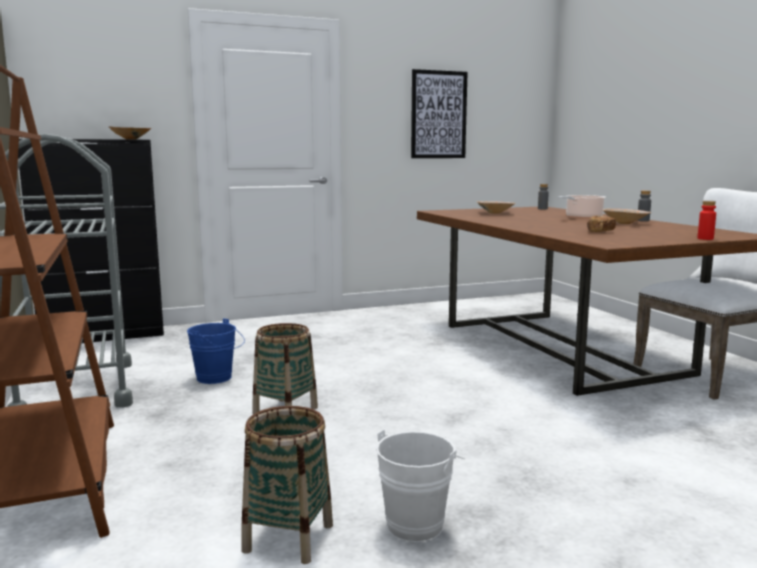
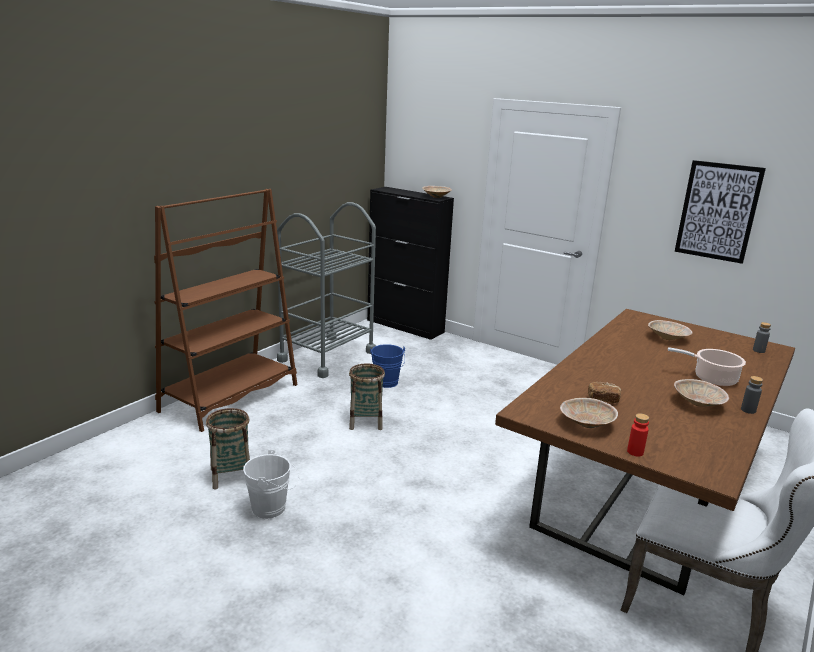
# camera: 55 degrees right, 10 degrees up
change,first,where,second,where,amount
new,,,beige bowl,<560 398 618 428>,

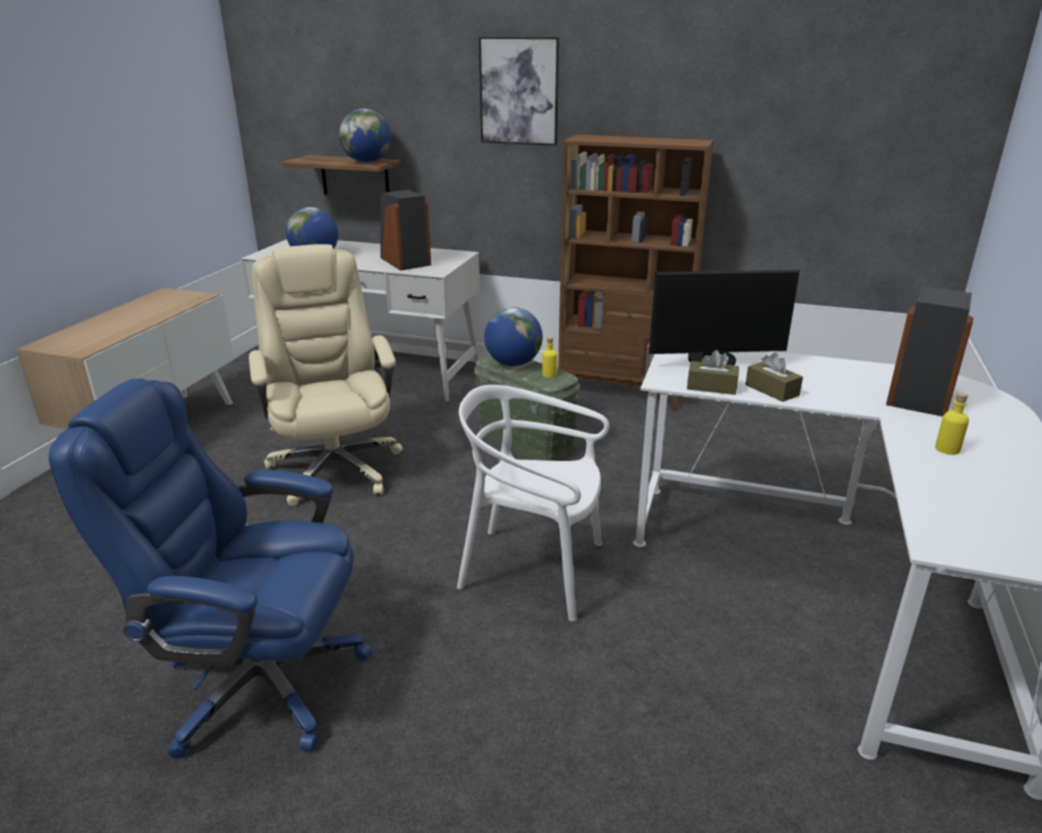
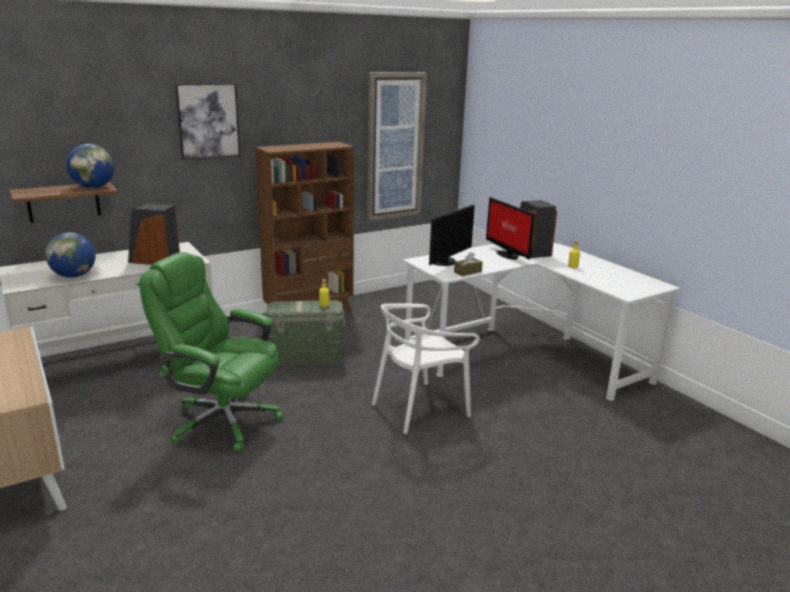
# camera: 50 degrees left, 5 degrees down
change,first,where,second,where,amount
gone,blue office chair,<48 378 373 758>,,,
gone,globe,<484 308 543 366>,,,
gone,brown tissue box,<745 352 803 402>,,,
new,,,picture,<367 72 427 221>,
new,,,monitor,<486 197 535 260>,
repainted,beige office chair,<249 244 403 506>,green office chair,<139 252 284 452>,

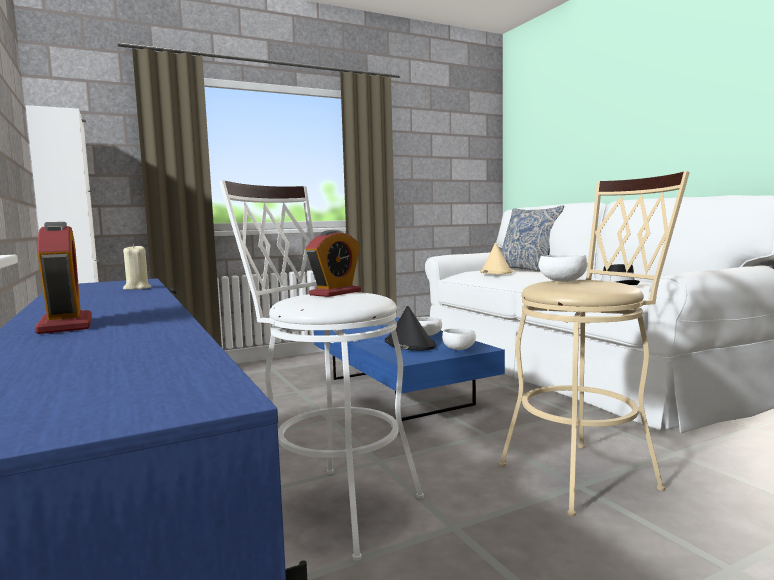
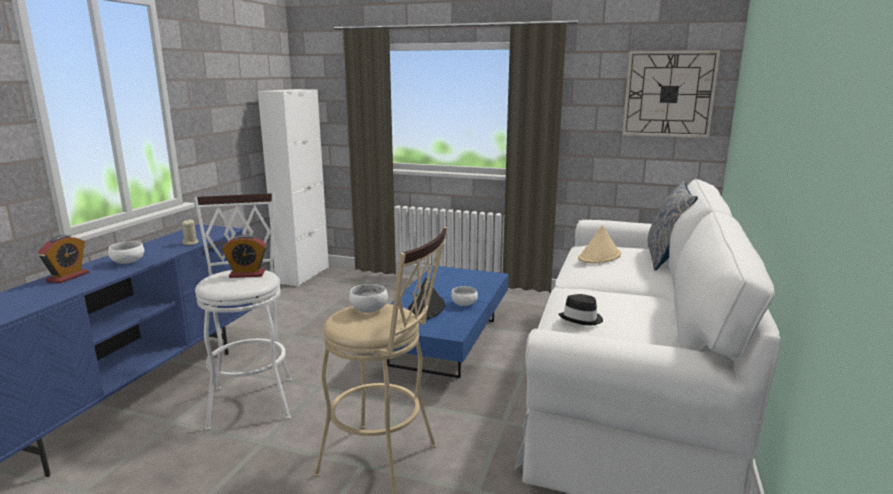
# camera: 45 degrees right, 10 degrees up
change,first,where,second,where,amount
new,,,wall clock,<622 50 721 138>,
shifted,white bowl,<442 328 476 350>,,<108 241 144 264>,

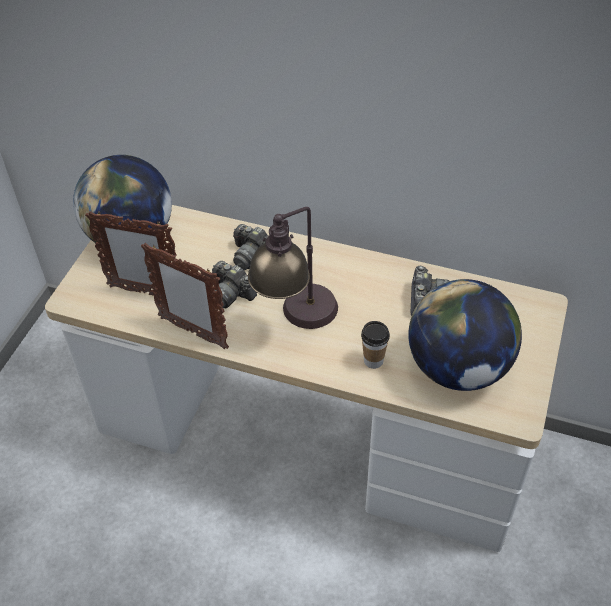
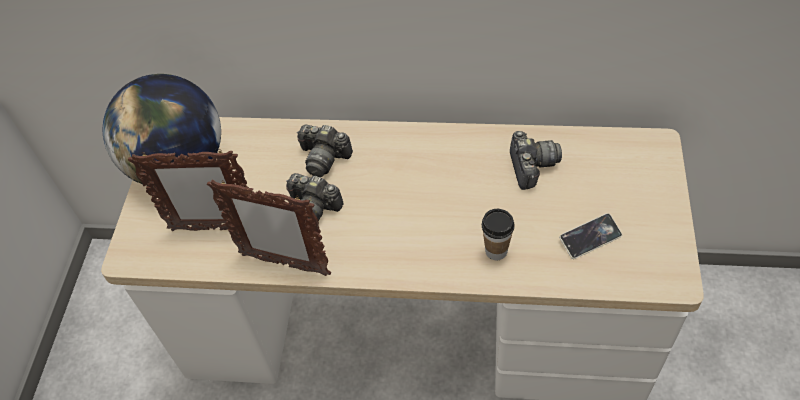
# camera: 10 degrees left, 5 degrees up
change,first,where,second,where,amount
gone,table lamp,<248 207 338 329>,,,
swapped,globe,<408 279 522 391>,phone,<559 213 622 259>,

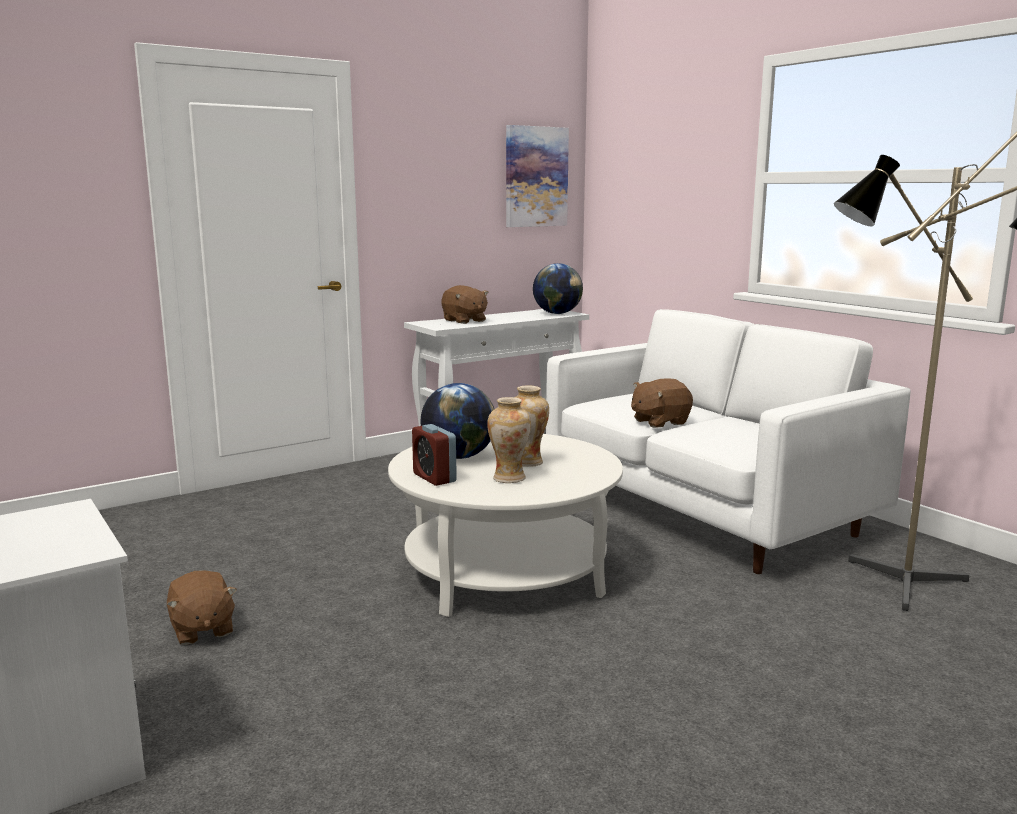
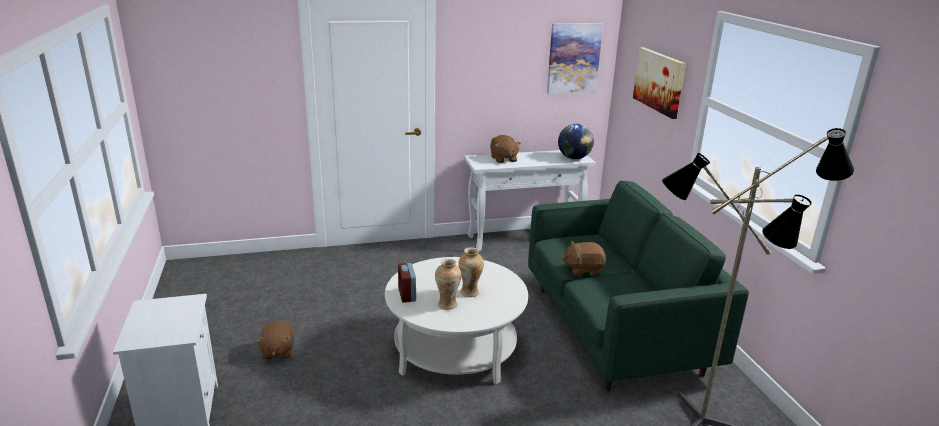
# camera: 20 degrees right, 10 degrees up
change,first,where,second,where,amount
gone,globe,<420 383 494 459>,,,
new,,,picture,<633 47 686 119>,
repainted,white sofa,<546 309 911 574>,green sofa,<528 181 749 391>,

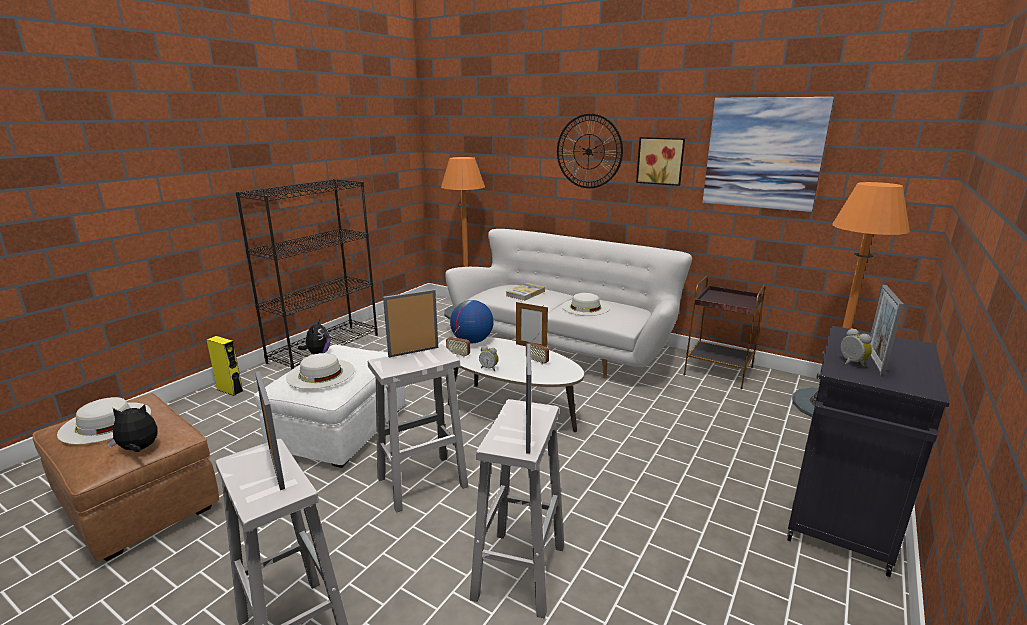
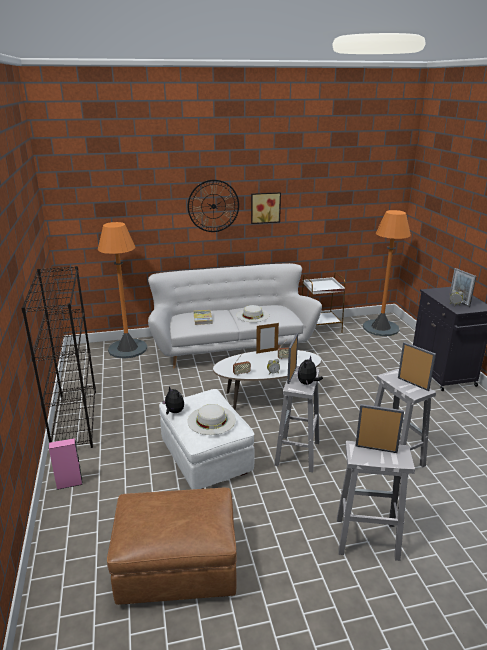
# camera: 45 degrees left, 5 degrees up
change,first,where,second,where,amount
gone,white hat,<57 397 151 444>,,,
gone,globe,<450 300 494 343>,,,
gone,picture,<703 97 834 212>,,,
shifted,plush toy,<106 404 157 452>,,<298 355 323 385>,
repainted,yellow speaker,<206 336 244 396>,pink speaker,<49 438 82 490>,
repainted,brown side table,<684 276 766 389>,white side table,<302 272 345 338>,

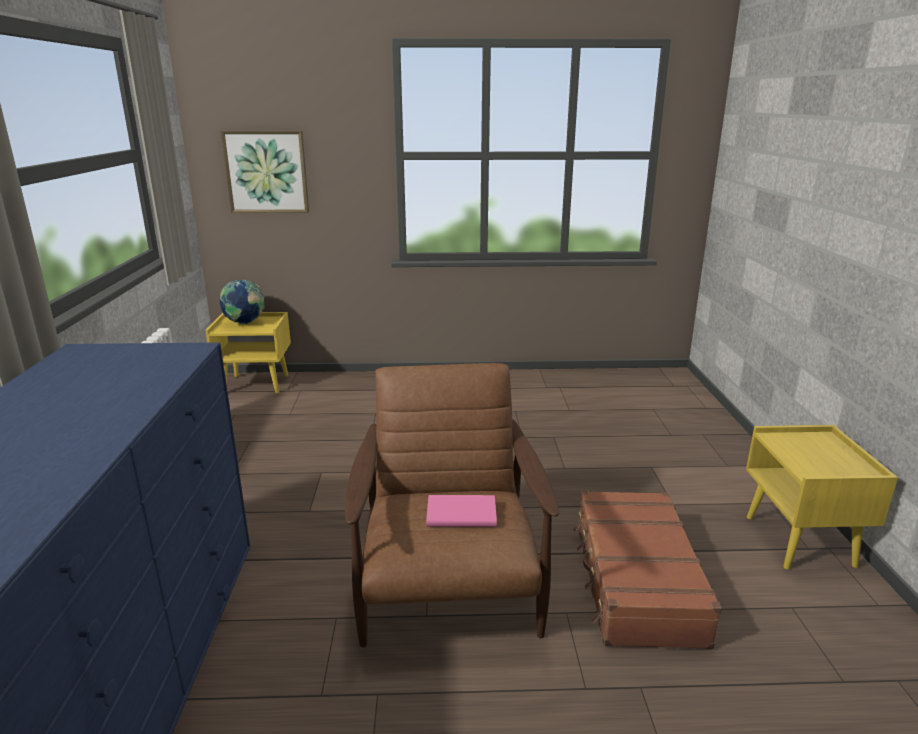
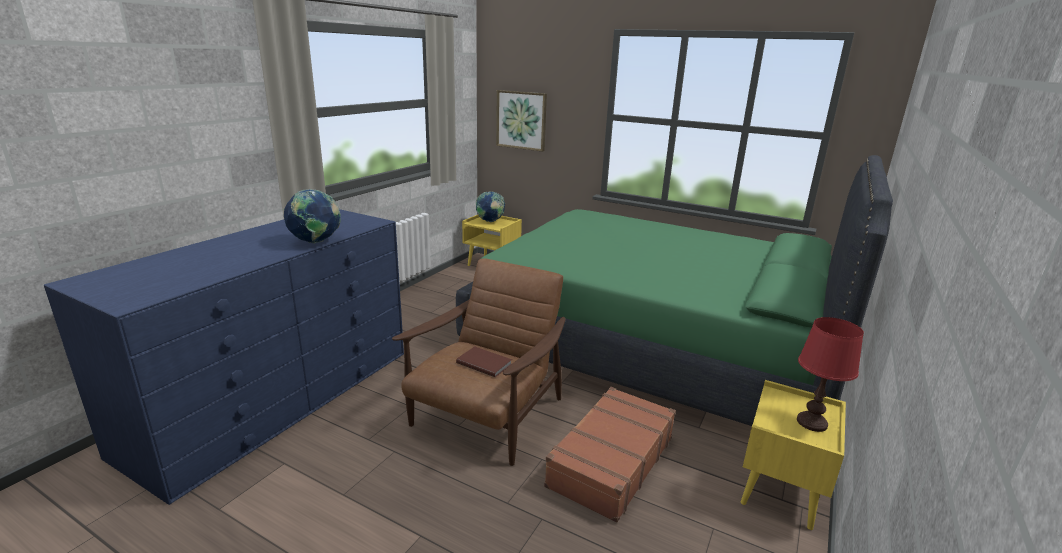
# camera: 30 degrees right, 0 degrees up
change,first,where,second,where,amount
new,,,globe,<283 189 341 243>,
new,,,green bed,<456 155 893 426>,
new,,,red table lamp,<797 317 864 432>,
repainted,pink book,<426 495 497 527>,brown book,<456 346 512 377>,

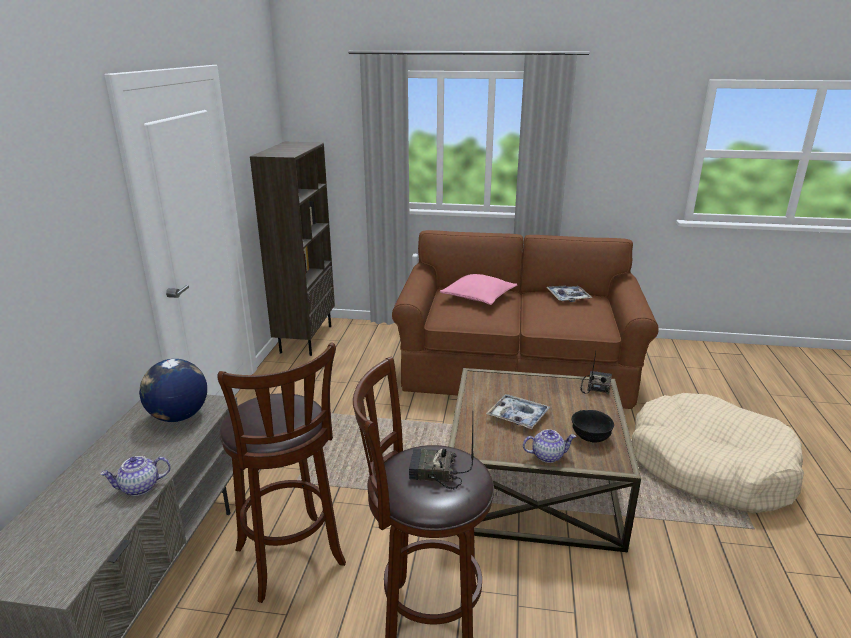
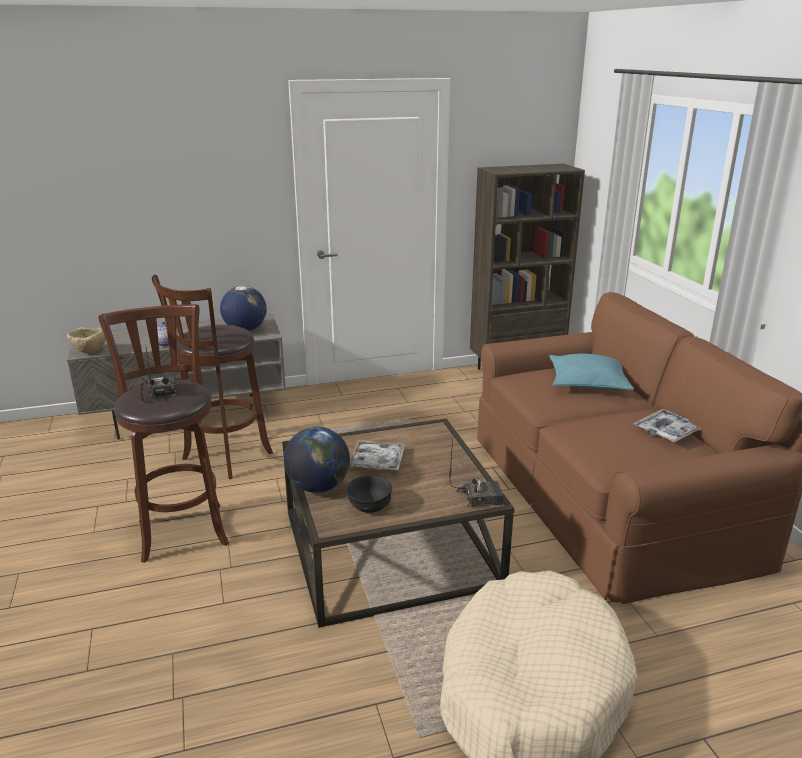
# camera: 65 degrees right, 0 degrees up
change,first,where,second,where,amount
new,,,beige bowl,<67 327 106 353>,
swapped,teapot,<523 429 576 463>,globe,<284 427 350 493>,
repainted,pink pillow,<440 274 517 305>,turquoise pillow,<550 354 634 390>,

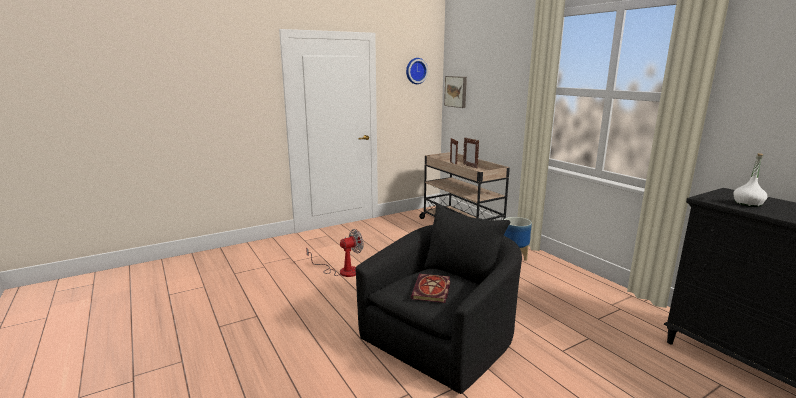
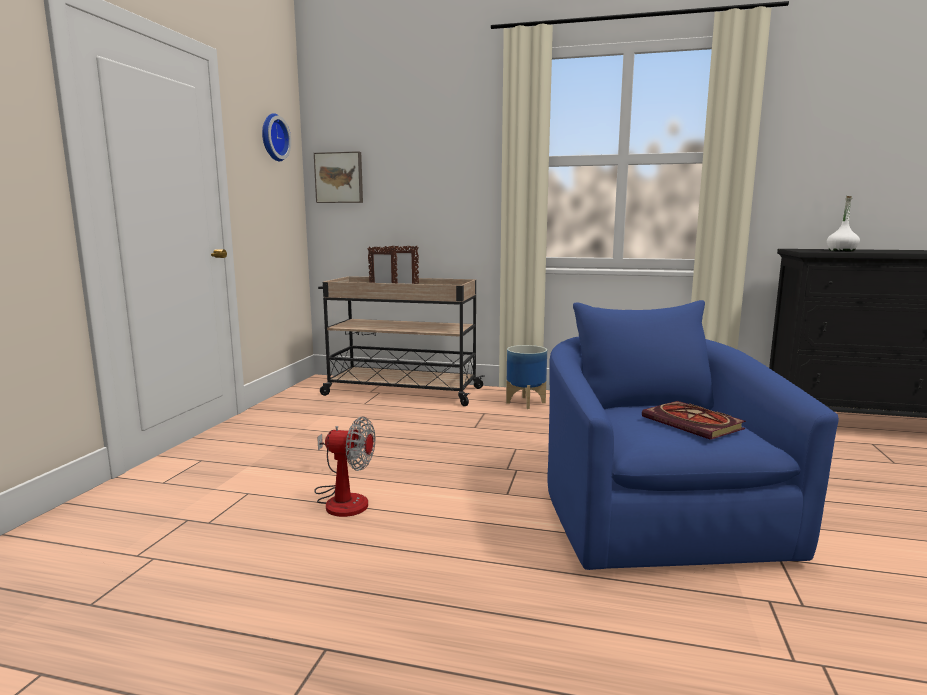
# camera: 45 degrees left, 5 degrees down
change,first,where,second,where,amount
repainted,black armchair,<355 204 522 394>,blue armchair,<547 300 839 570>,
rotated,fan,<306 229 364 277>,,<314 416 375 517>,90 degrees clockwise

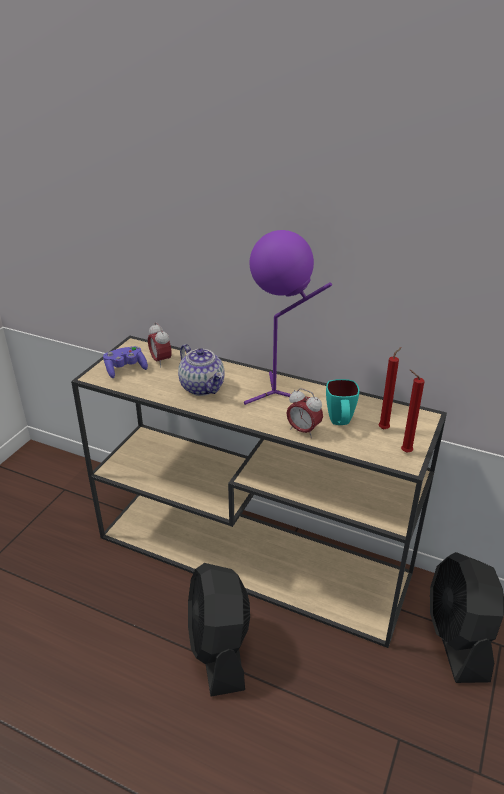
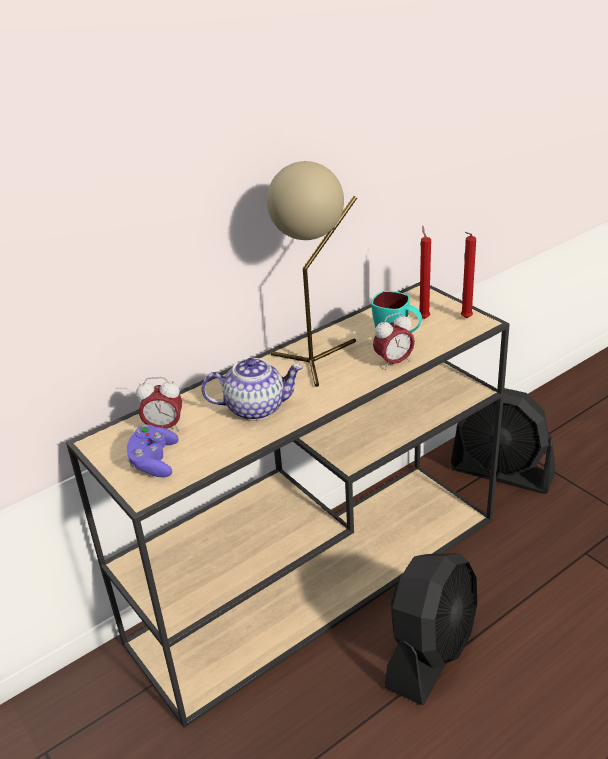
# camera: 60 degrees left, 0 degrees up
change,first,where,second,where,amount
repainted,purple table lamp,<244 230 332 405>,beige table lamp,<267 161 357 387>,
rotated,black fan,<188 563 250 697>,,<385 553 477 705>,75 degrees counterclockwise

